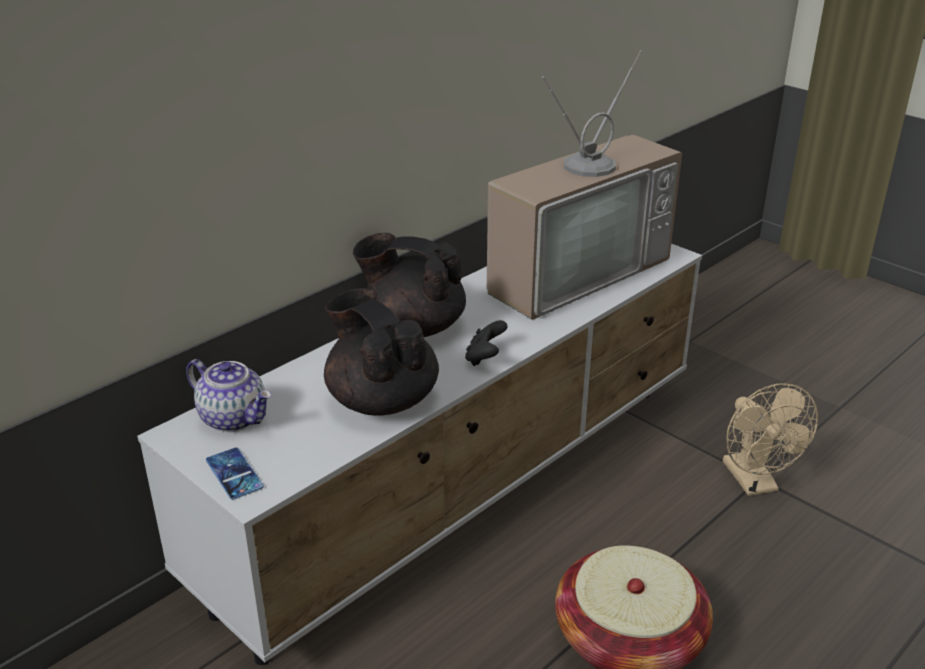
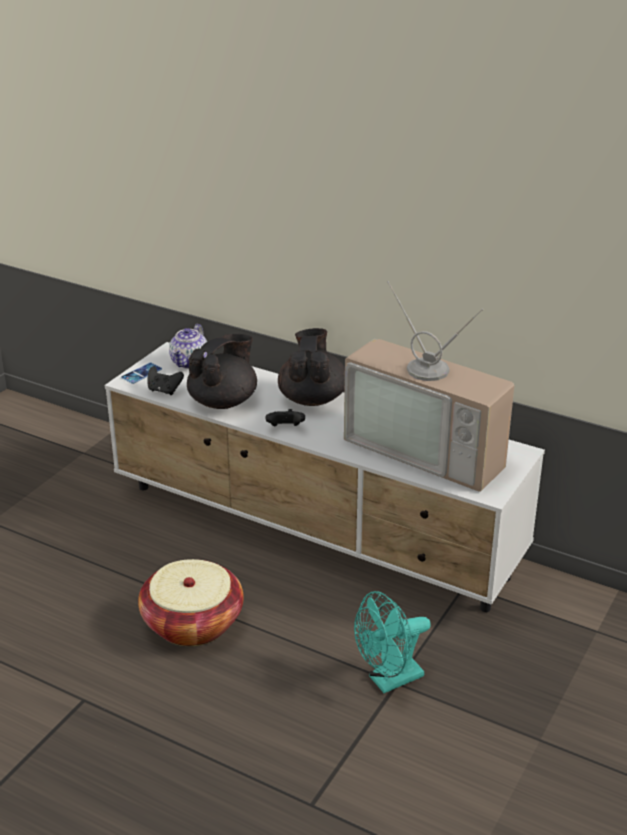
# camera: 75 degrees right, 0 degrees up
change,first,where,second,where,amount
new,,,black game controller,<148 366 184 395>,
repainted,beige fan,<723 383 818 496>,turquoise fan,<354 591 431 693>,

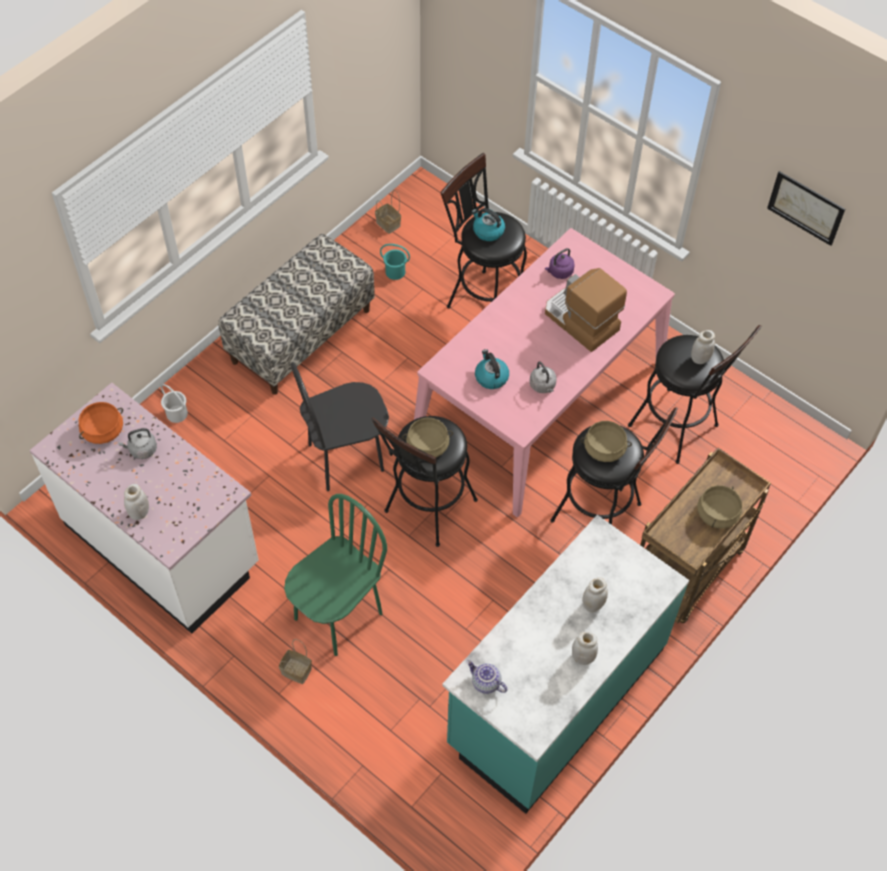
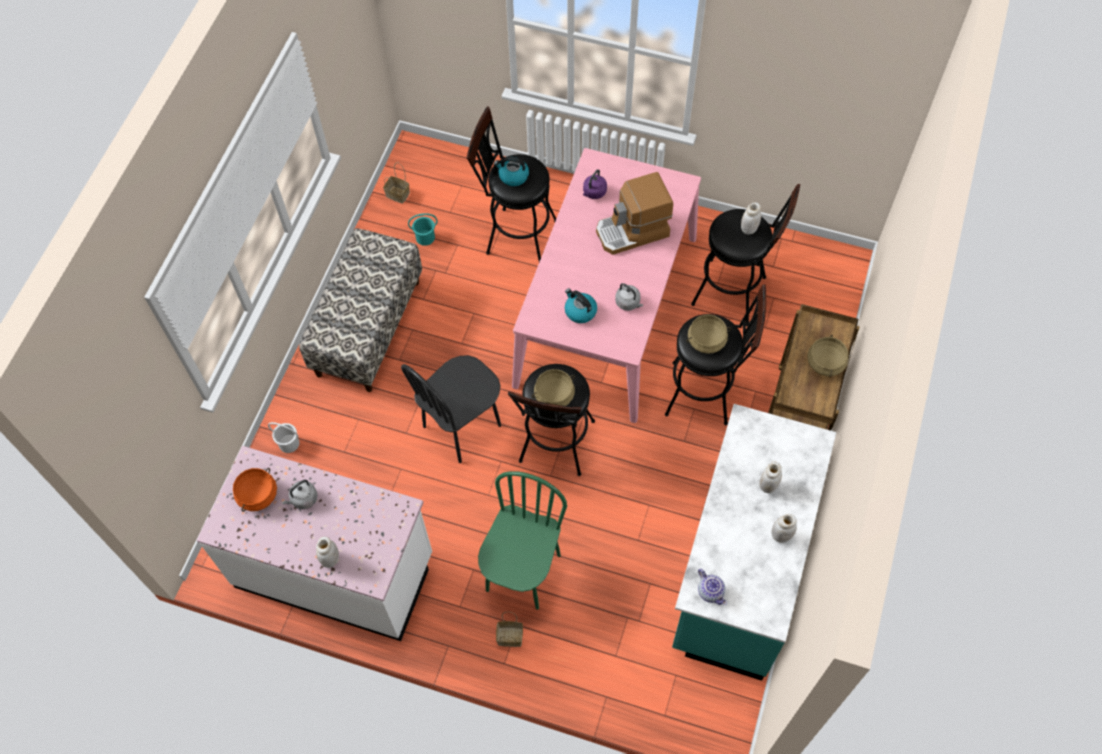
# camera: 20 degrees left, 5 degrees up
change,first,where,second,where,amount
gone,picture,<767 171 845 246>,,,
rotated,teapot,<467 660 508 694>,,<698 569 727 605>,135 degrees counterclockwise
rotated,coffee machine,<545 268 627 352>,,<596 172 673 255>,45 degrees counterclockwise

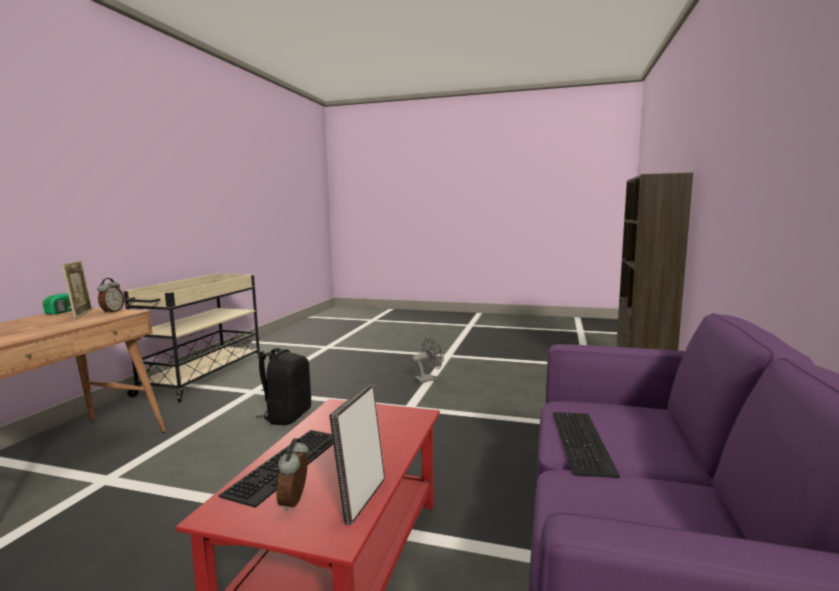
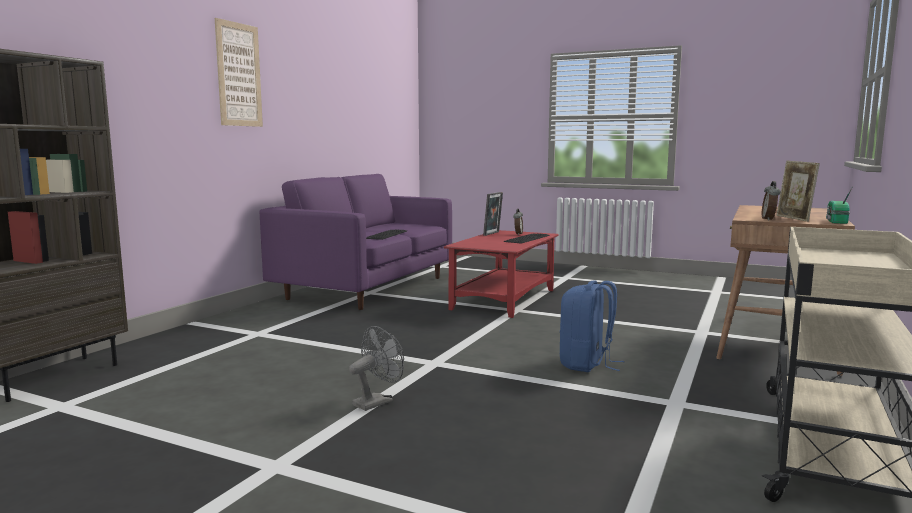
# camera: 170 degrees left, 0 degrees up
change,first,where,second,where,amount
new,,,picture,<215 18 263 127>,
repainted,black backpack,<256 348 311 425>,blue backpack,<560 280 624 372>,
rotated,grey fan,<412 336 444 383>,,<349 326 404 411>,150 degrees clockwise

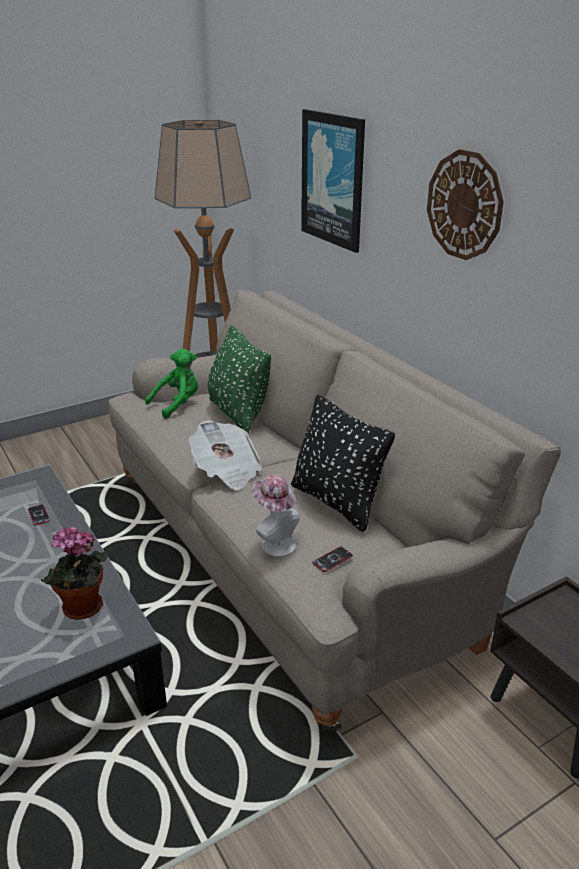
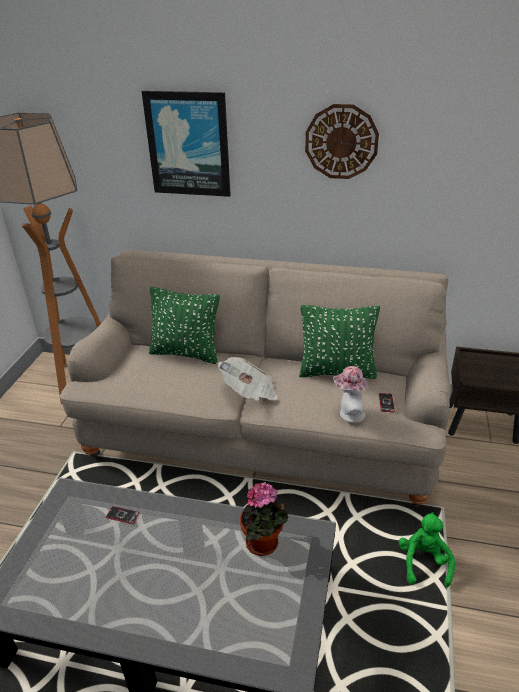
# camera: 45 degrees left, 5 degrees up
change,first,where,second,where,amount
shifted,green plush toy,<145 349 198 419>,,<399 512 455 587>,
repainted,black pillow,<291 395 395 532>,green pillow,<299 305 380 379>,

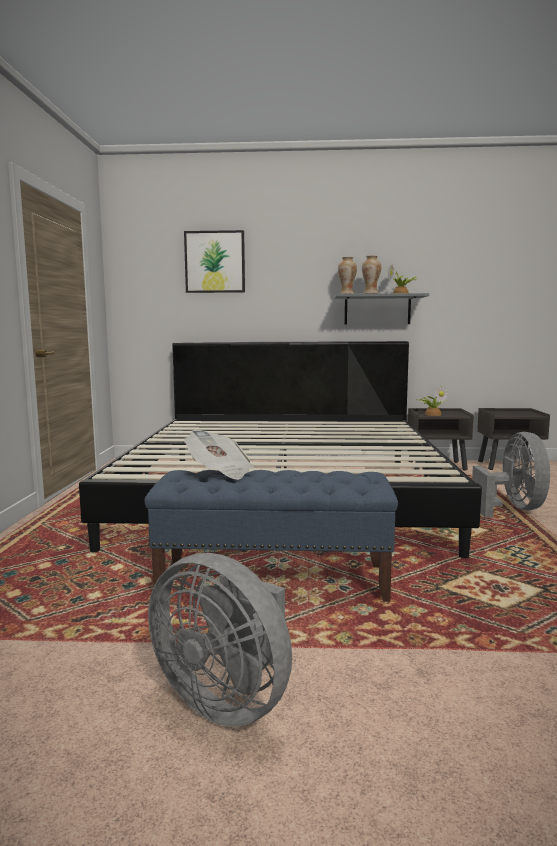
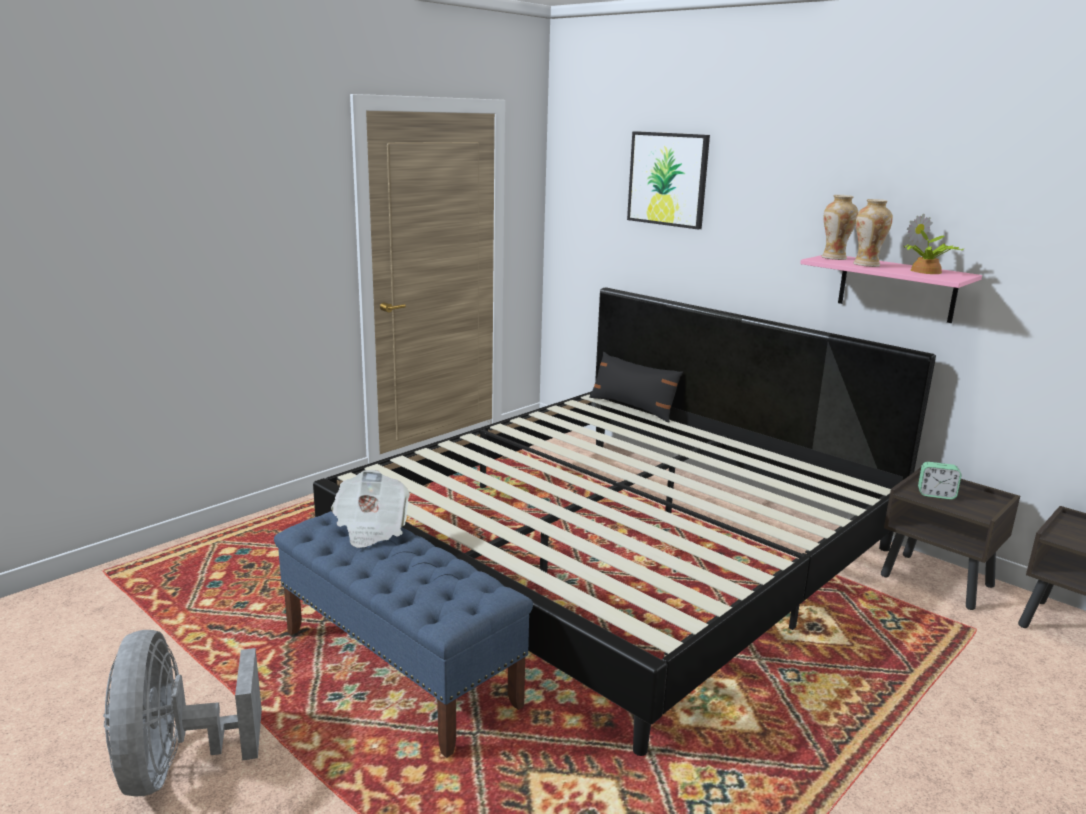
# camera: 40 degrees right, 10 degrees up
change,first,where,second,where,amount
gone,grey fan,<472 432 550 517>,,,
new,,,black pillow,<589 352 683 422>,
swapped,potted plant,<419 385 448 416>,alarm clock,<918 462 961 500>,
repainted,grey shelf,<334 293 429 325>,pink shelf,<800 255 982 323>,

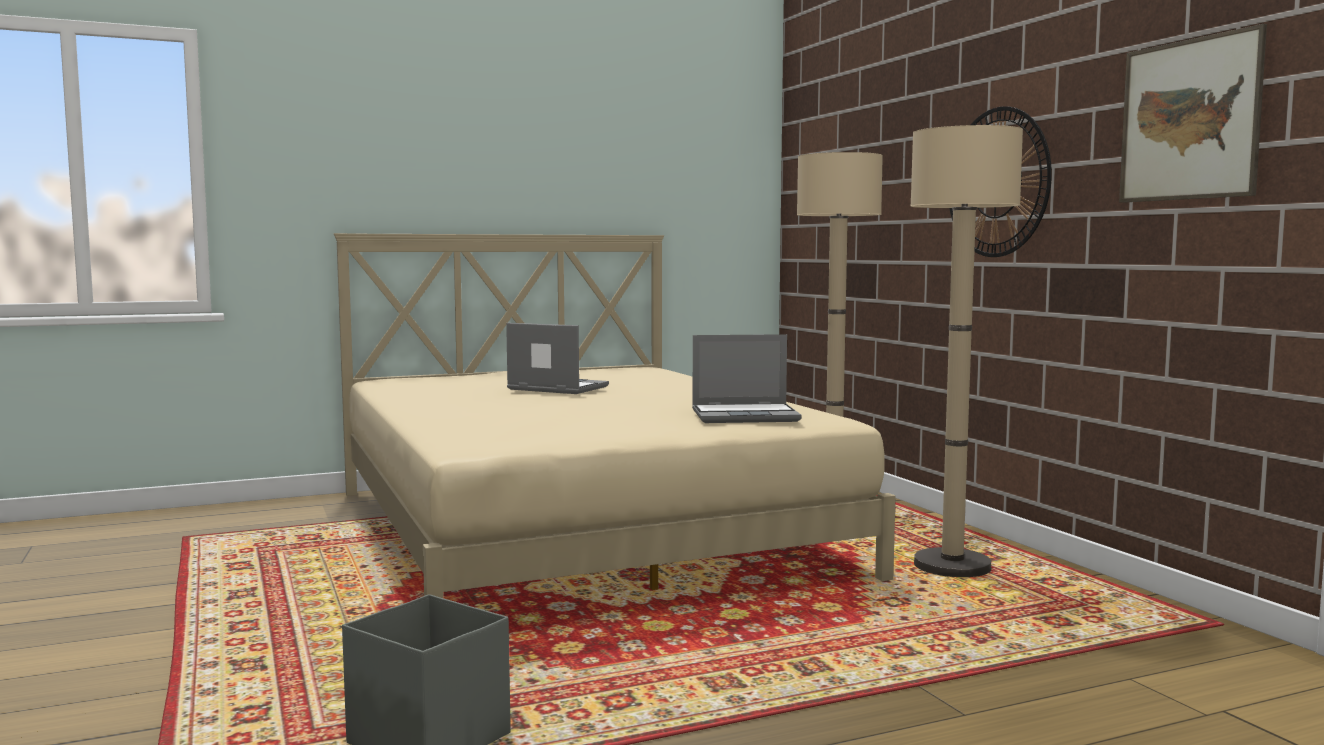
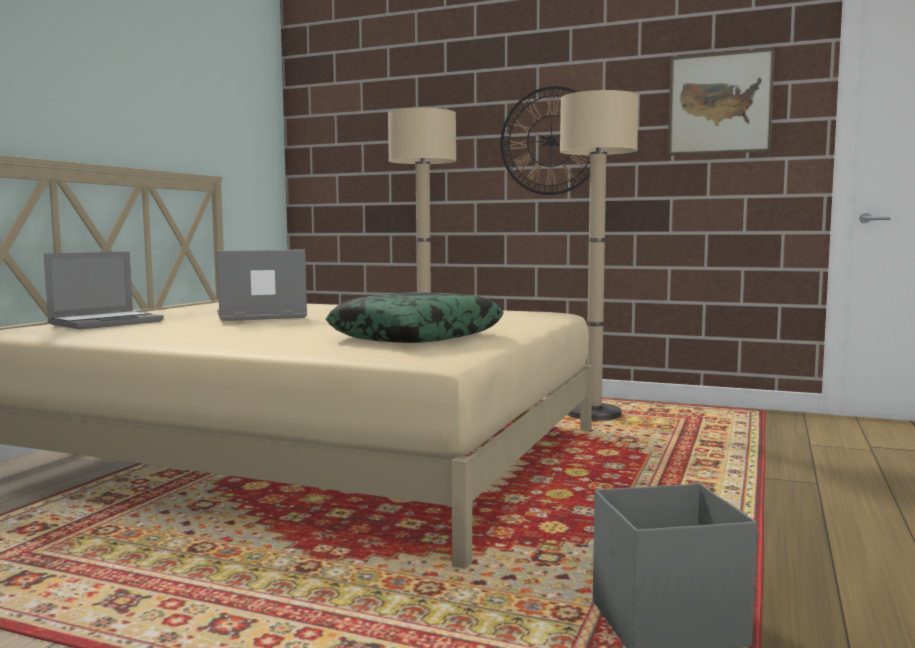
# camera: 45 degrees left, 0 degrees up
change,first,where,second,where,amount
new,,,pillow,<326 292 504 343>,
shifted,laptop,<692 334 801 423>,,<44 252 164 330>,

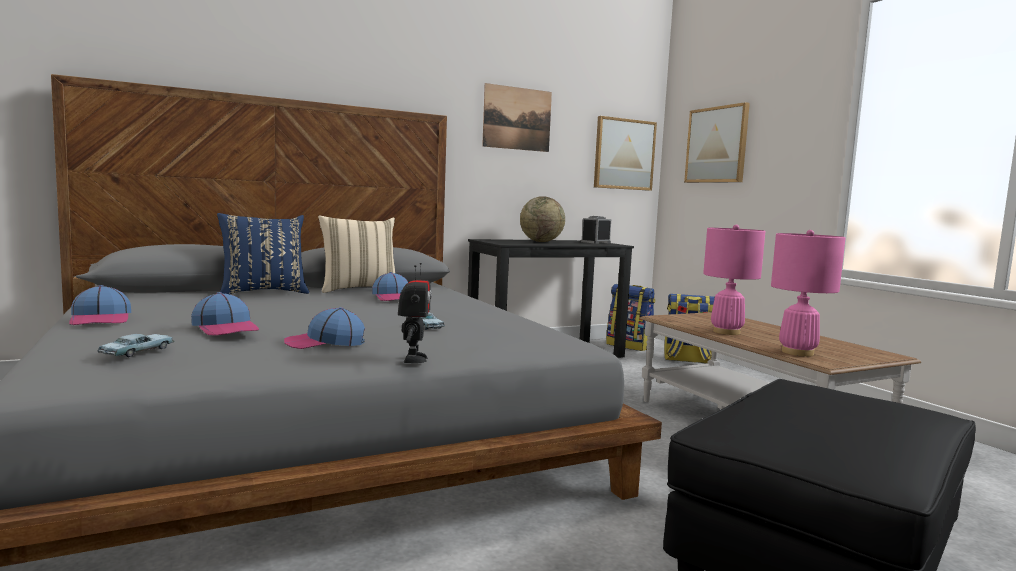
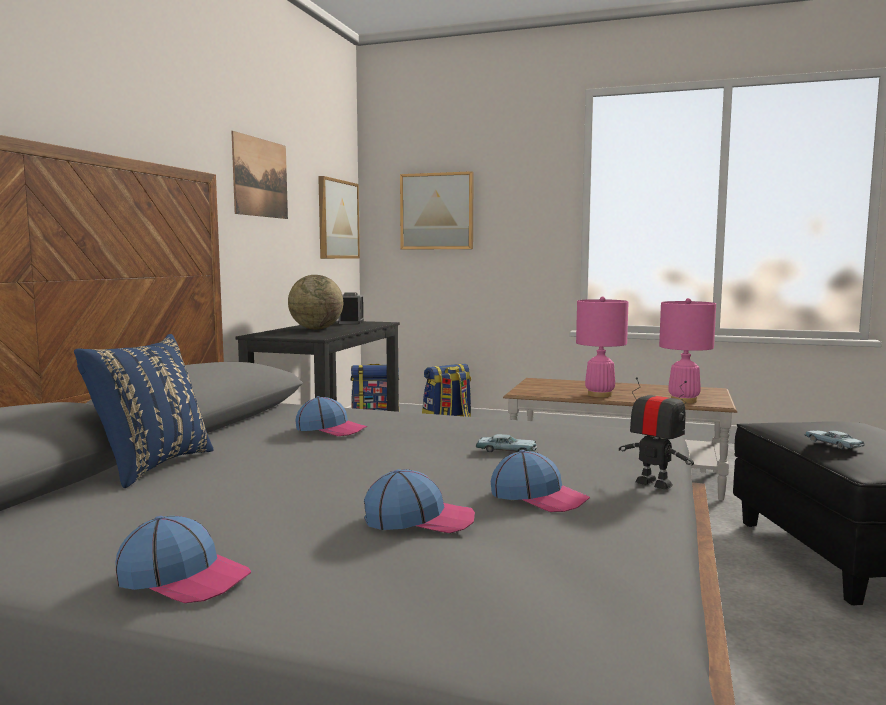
# camera: 45 degrees left, 0 degrees up
change,first,where,second,where,amount
gone,beige pillow,<318 216 395 293>,,,
shifted,blue toy car,<98 334 174 357>,,<804 430 865 449>,
rotated,cap,<284 307 365 349>,,<491 450 590 512>,90 degrees counterclockwise

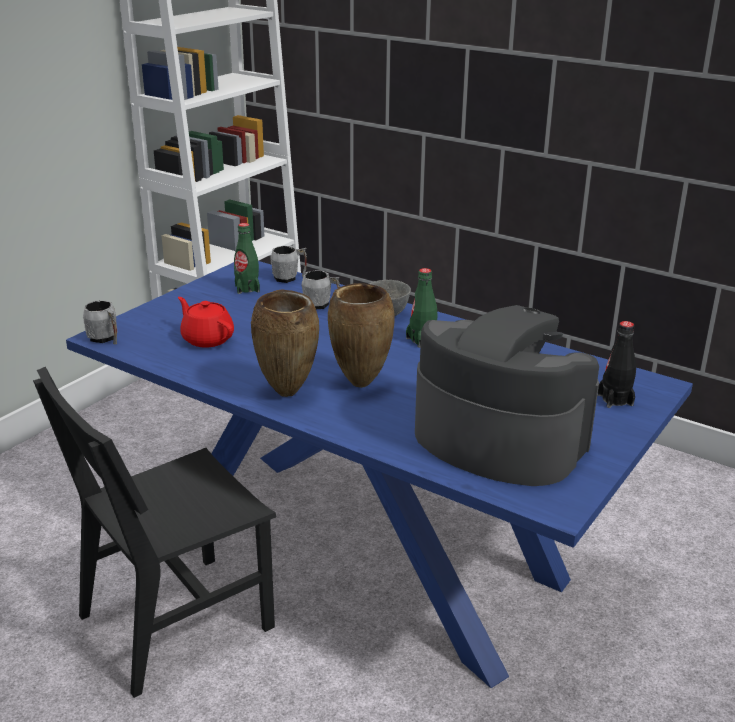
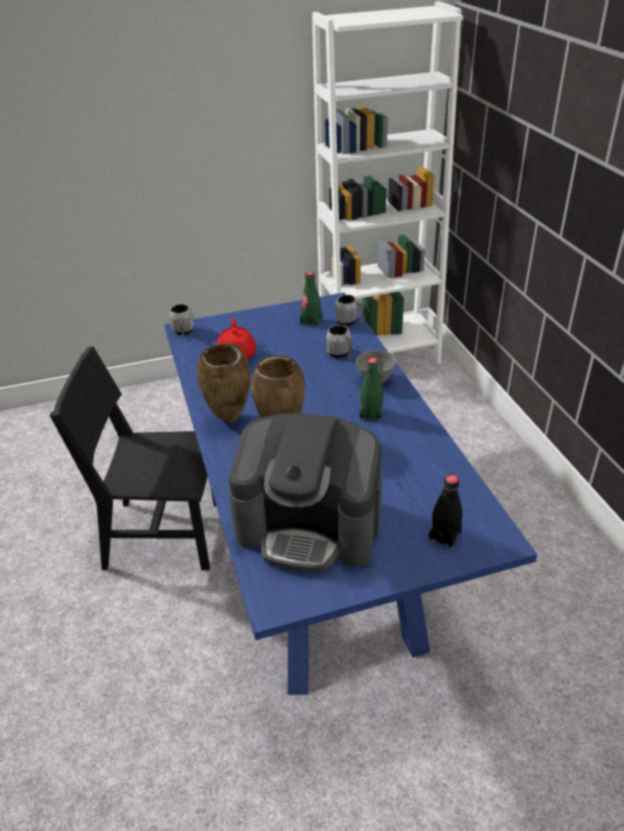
# camera: 40 degrees right, 10 degrees up
change,first,where,second,where,amount
rotated,coffee machine,<415 305 599 486>,,<229 412 382 572>,120 degrees clockwise

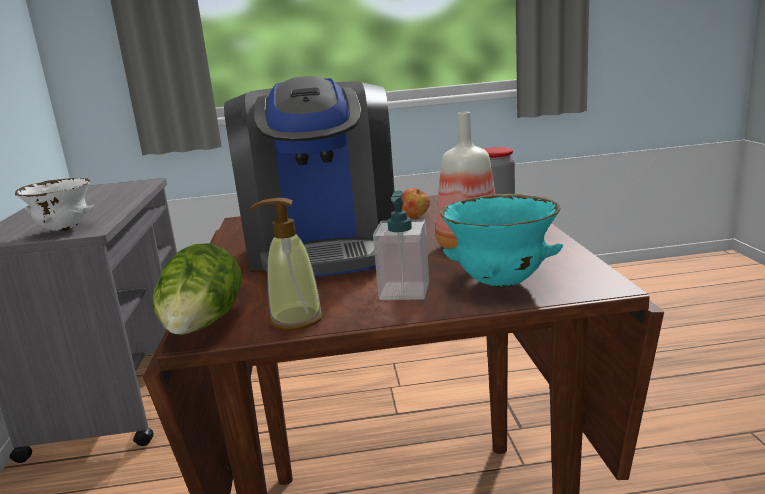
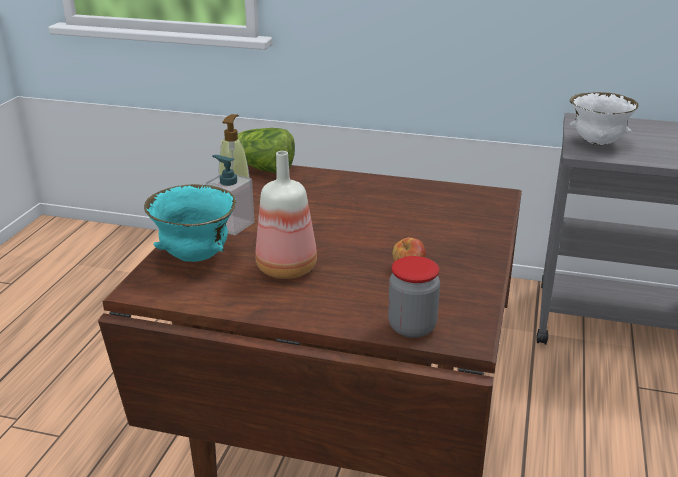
# camera: 110 degrees right, 10 degrees up
change,first,where,second,where,amount
gone,coffee machine,<224 76 395 277>,,,

